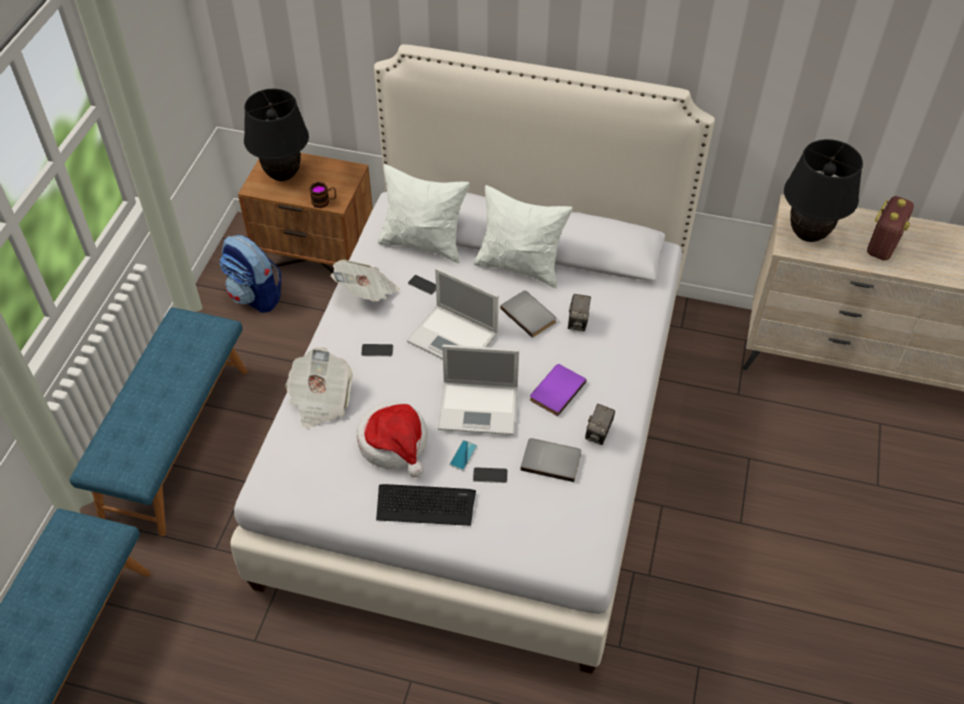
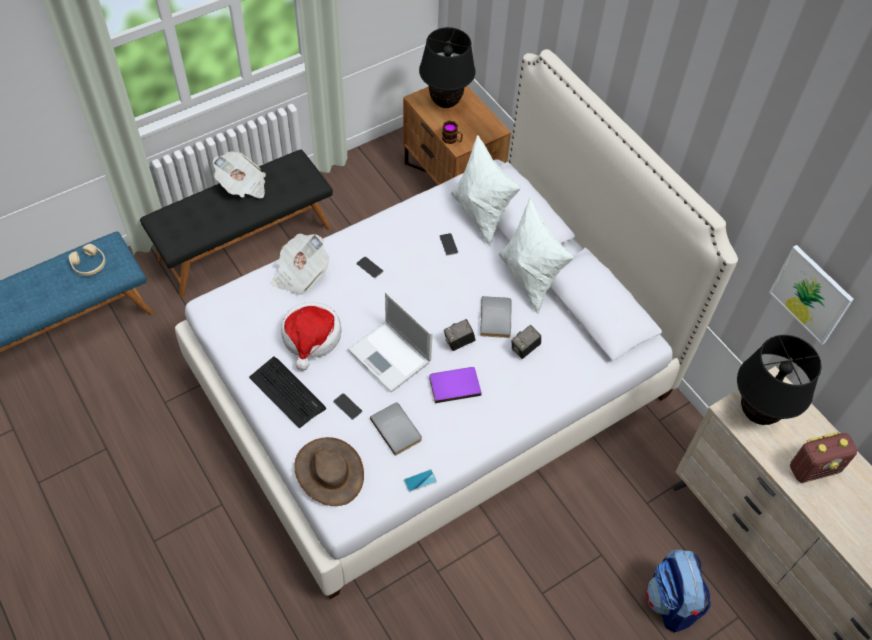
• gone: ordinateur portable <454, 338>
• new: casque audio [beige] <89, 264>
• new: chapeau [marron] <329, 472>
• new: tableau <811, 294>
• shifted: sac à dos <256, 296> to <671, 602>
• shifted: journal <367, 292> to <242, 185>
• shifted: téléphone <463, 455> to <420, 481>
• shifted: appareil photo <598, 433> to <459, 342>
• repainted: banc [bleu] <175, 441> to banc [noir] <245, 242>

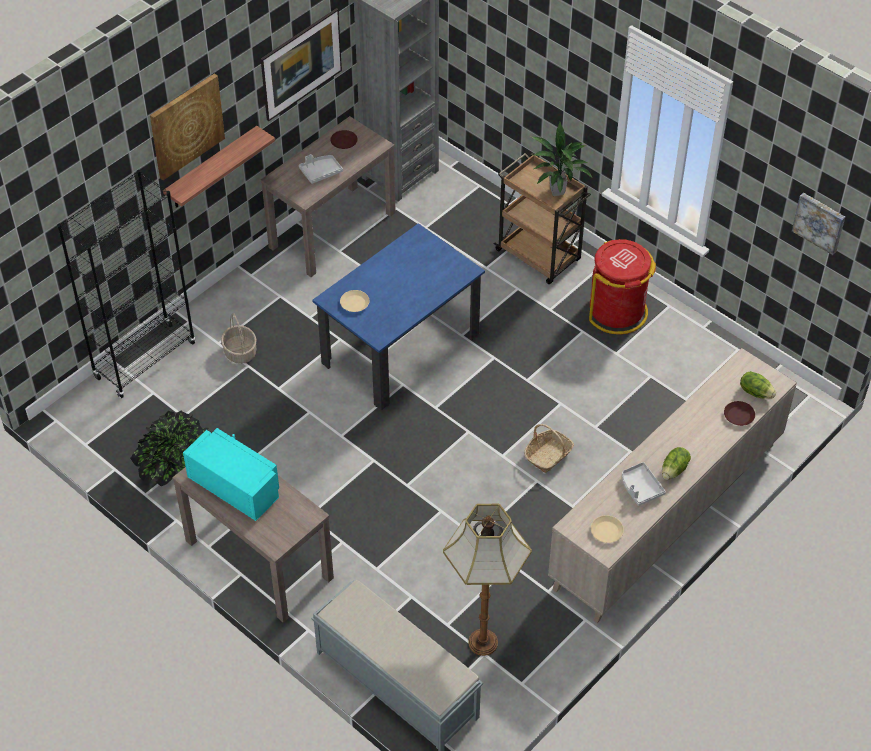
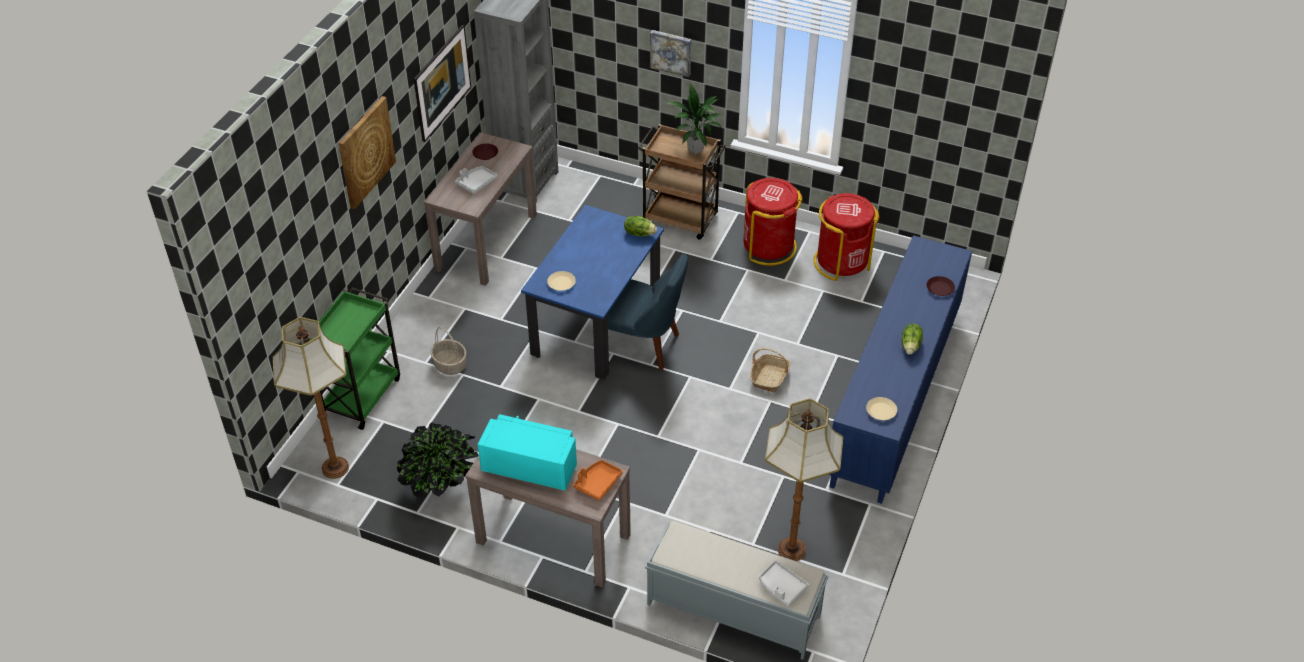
• gone: étagère <212, 169>
• new: lampadaire <334, 468>
• new: plateau [orange] <597, 483>
• new: chaise [bleu] <643, 346>
• new: poubelle [rouge] <841, 262>
• shifted: plateau [gris] <640, 488> to <781, 587>
• shifted: laitue <755, 392> to <639, 233>
• shifted: tableau <819, 222> to <671, 52>
• swapped: bibliothèque [noir] <145, 360> to chariot [vert] <362, 395>
• repainted: meuble de rangement [beige] <667, 515> to meuble de rangement [bleu] <894, 398>

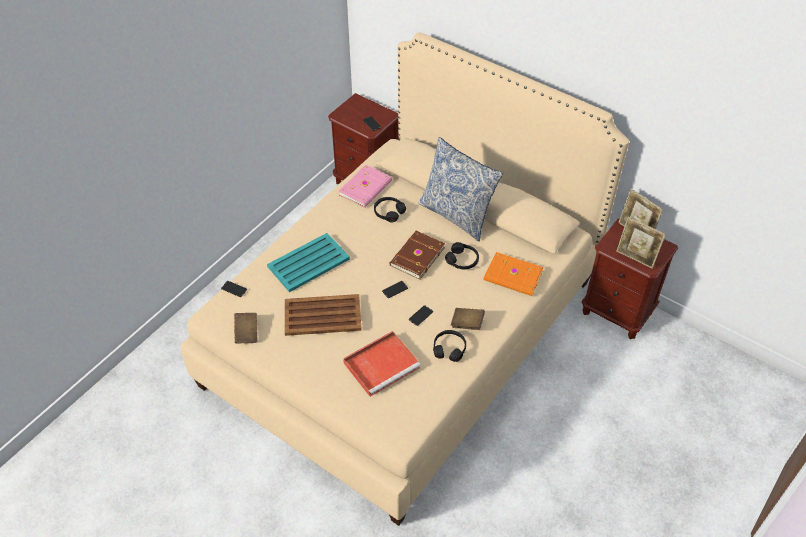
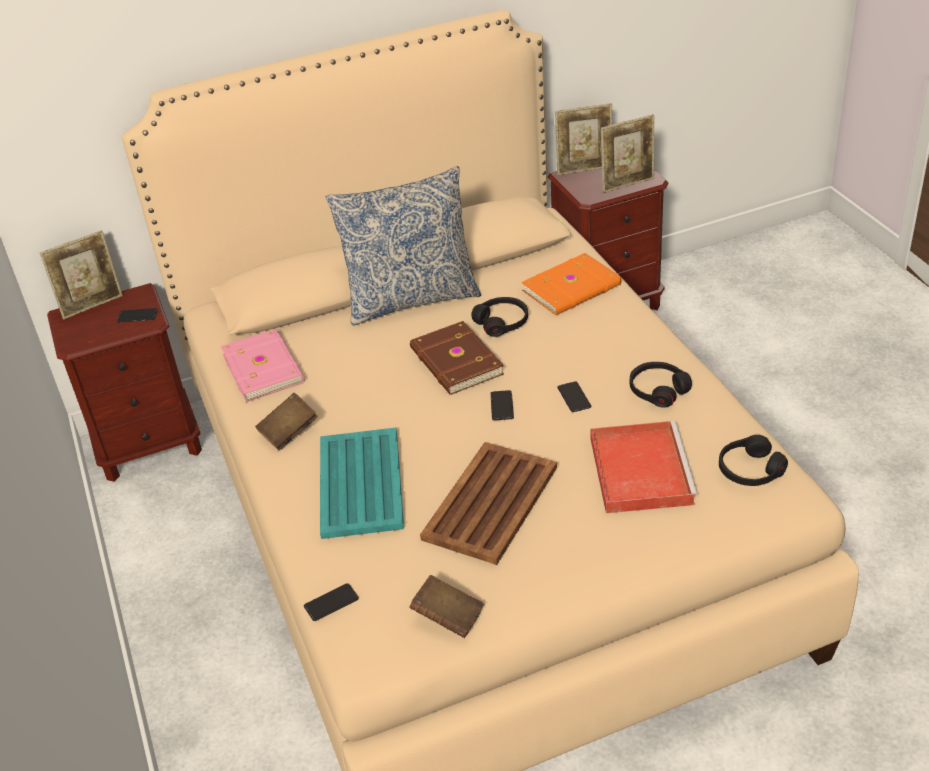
• new: cadre photo <92, 306>
• shifted: casque audio [noir] <389, 212> to <749, 470>
• shifted: livre [marron] <467, 323> to <289, 432>

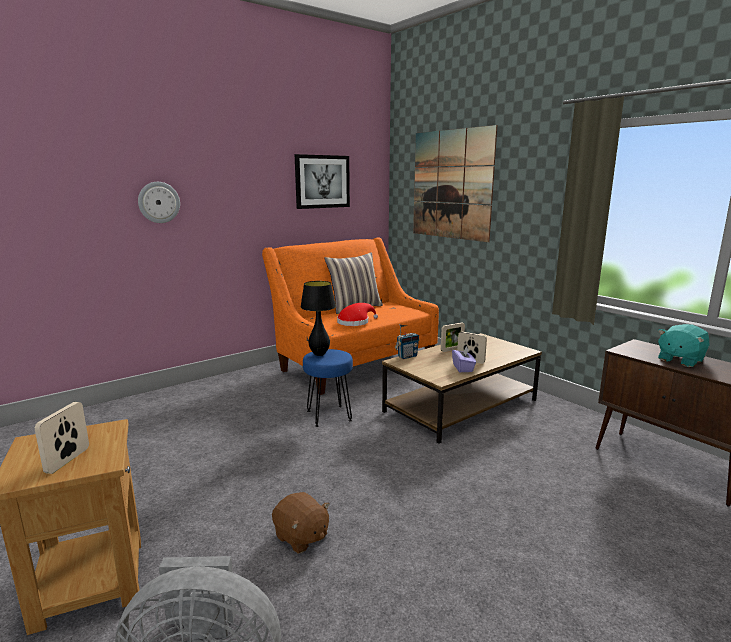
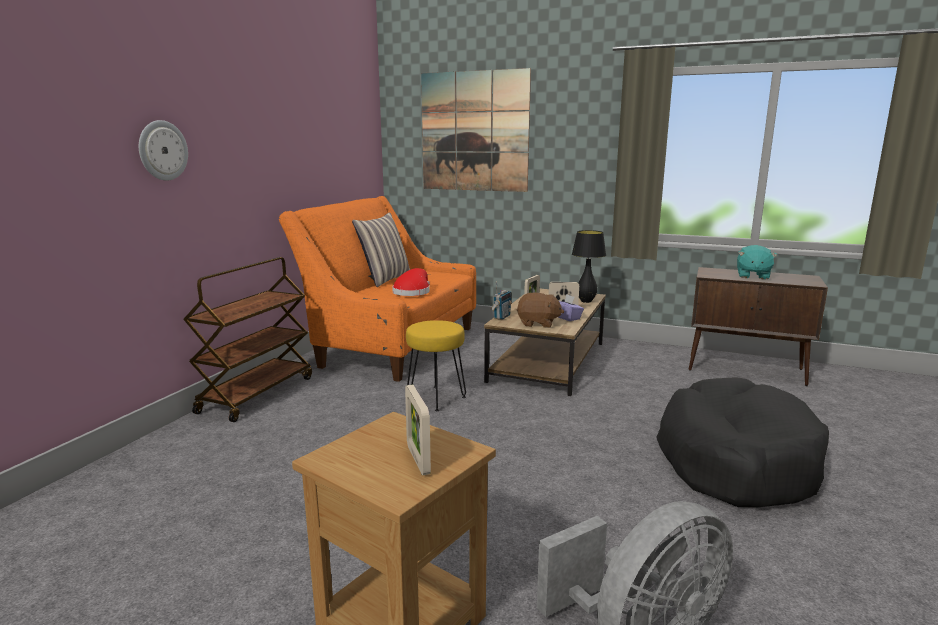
• gone: tableau <322, 181>
• new: chariot [marron] <257, 394>
• new: panier pour chien [noir] <735, 460>
• shifted: peluche [marron] <301, 537> to <538, 323>
• shifted: lampe de table [noir] <319, 354> to <586, 301>
• repainted: tabouret [bleu] <329, 415> to tabouret [jaune] <436, 398>

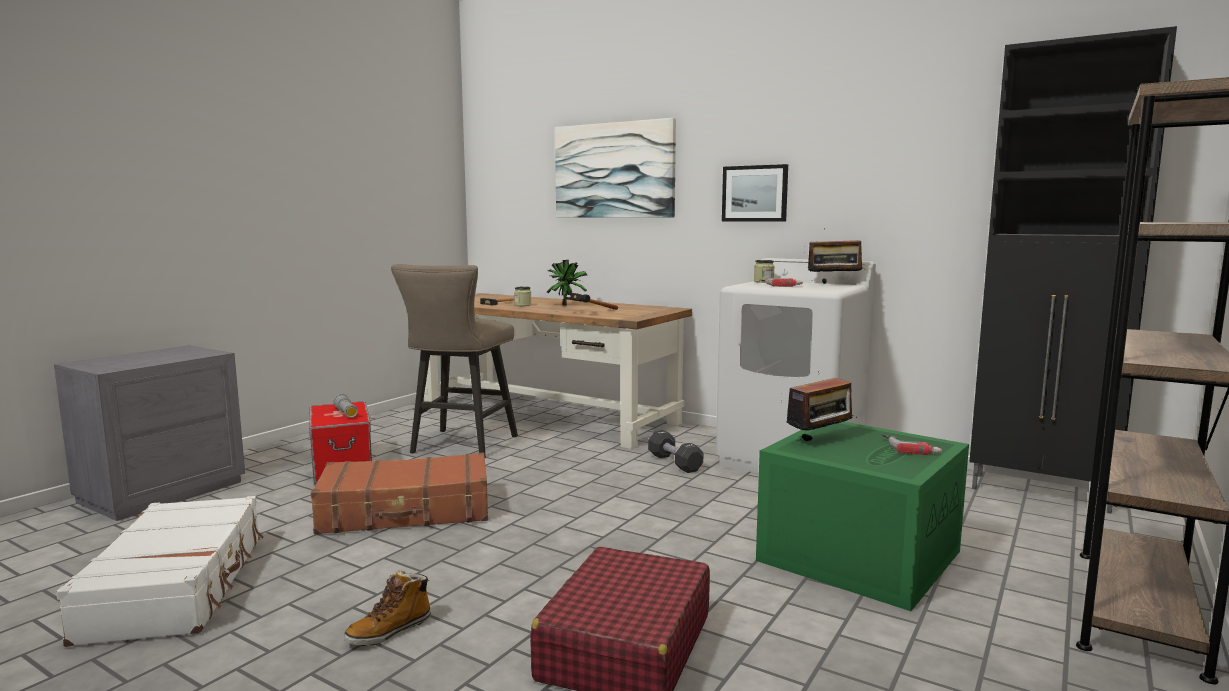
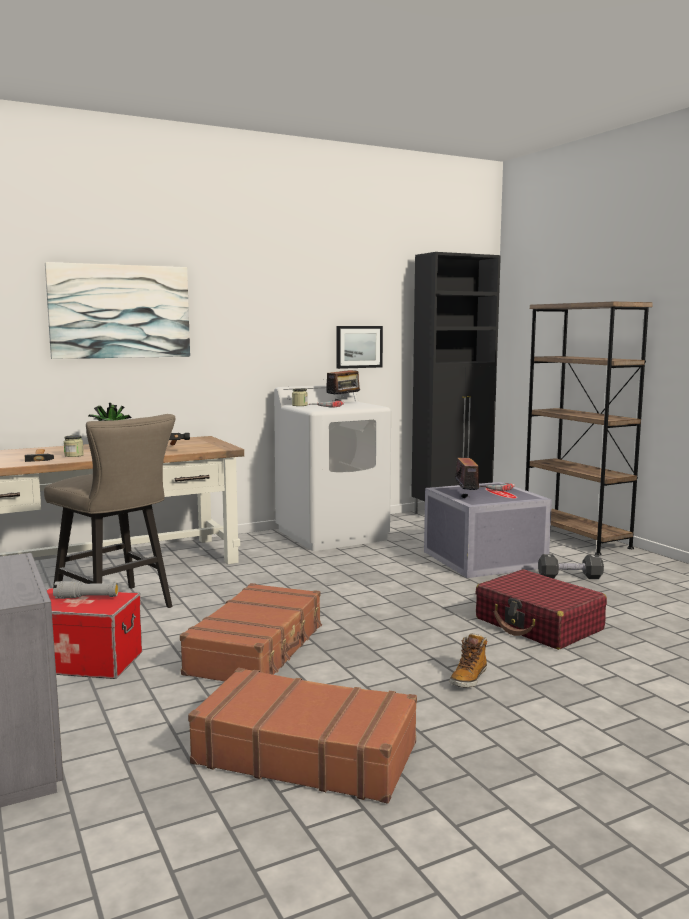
• shifted: haltère [noir] <674, 463> to <570, 577>
• shifted: tableau <755, 193> to <359, 347>
• repainted: valise [blanc] <178, 586> to valise [marron] <305, 753>
• repainted: boîte de rangement [vert] <857, 554> to boîte de rangement [gris] <482, 559>
• rotated: botte <389, 631> = <468, 678> 45 degrees clockwise

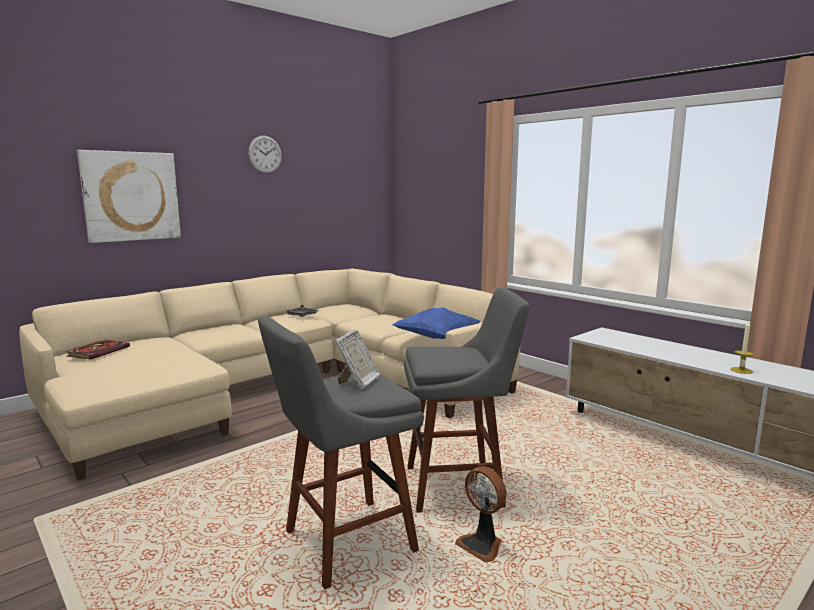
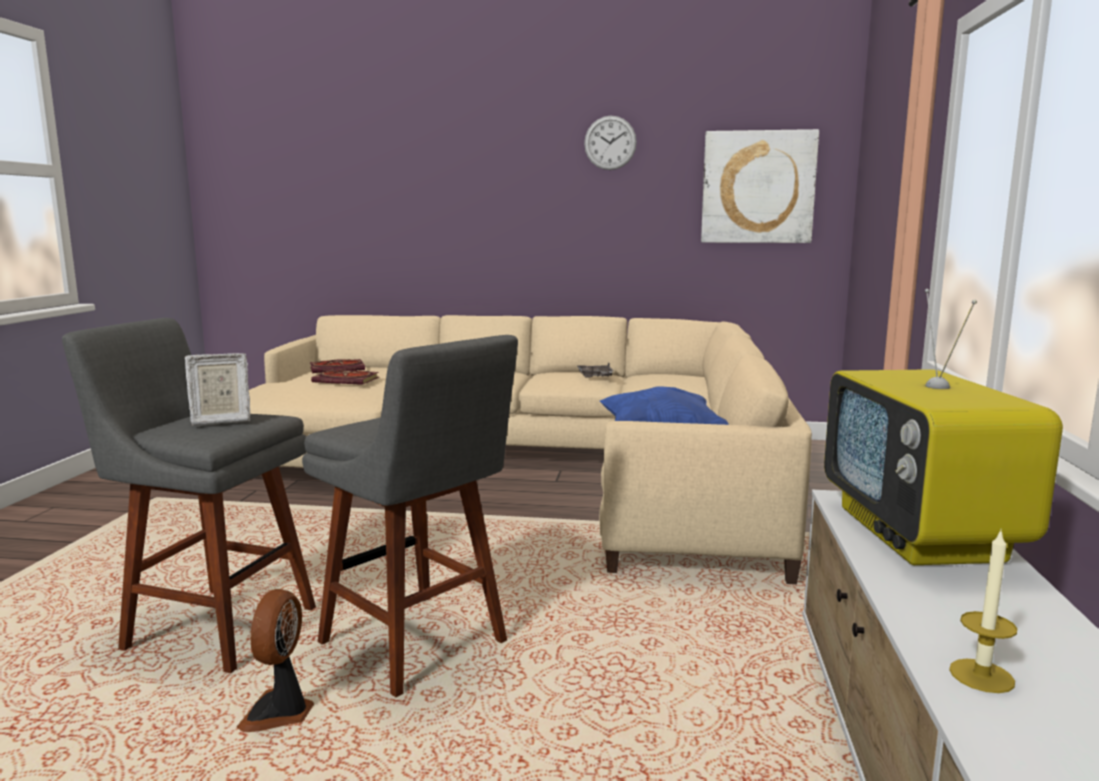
• new: livre <348, 380>
• new: téléviseur <921, 534>
• shifted: tableau <131, 196> to <758, 187>

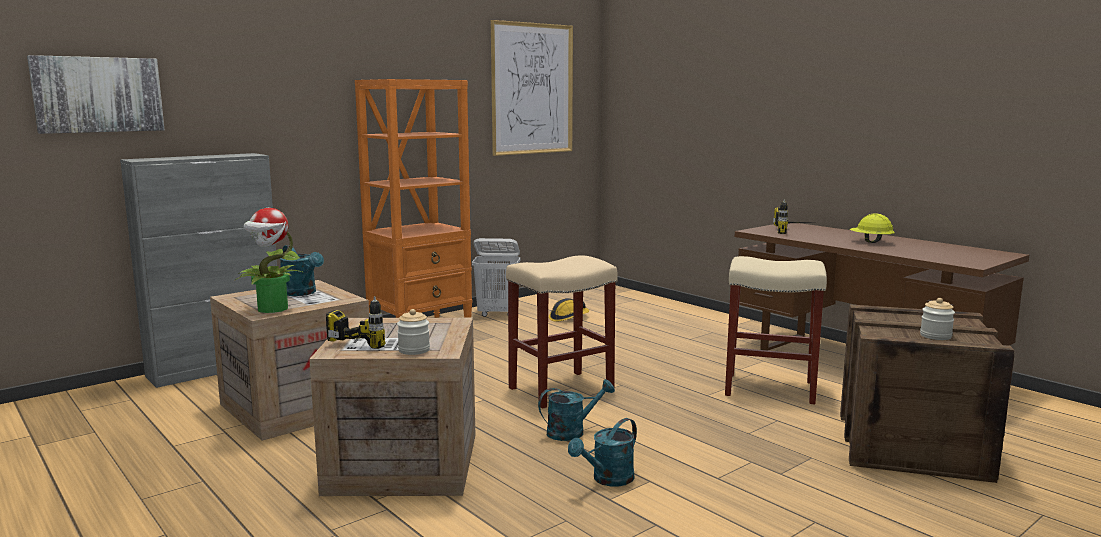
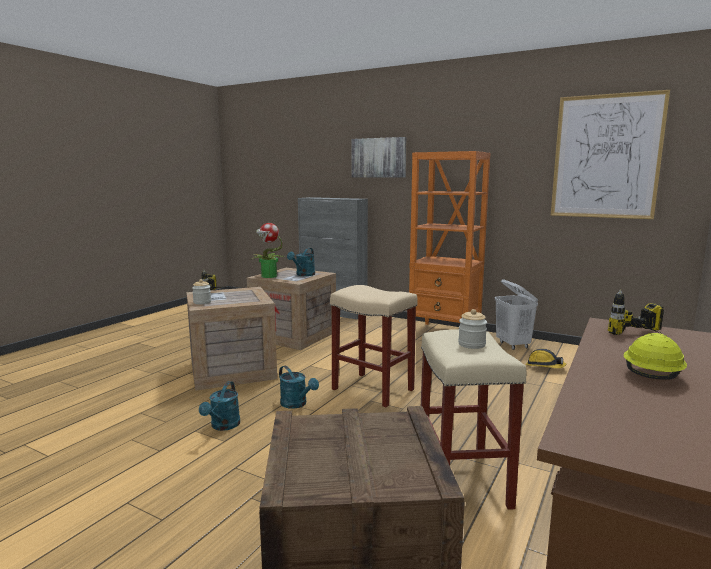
• shifted: tableau <98, 94> to <379, 157>
• shifted: bocal <935, 336> to <471, 344>
• rotated: arrosoir [turquoise] <608, 479> = <223, 426> 105 degrees counterclockwise

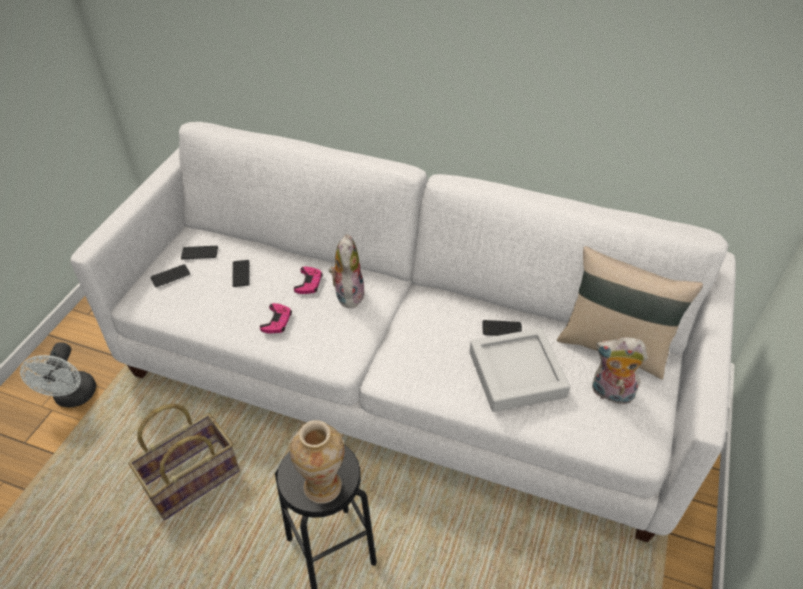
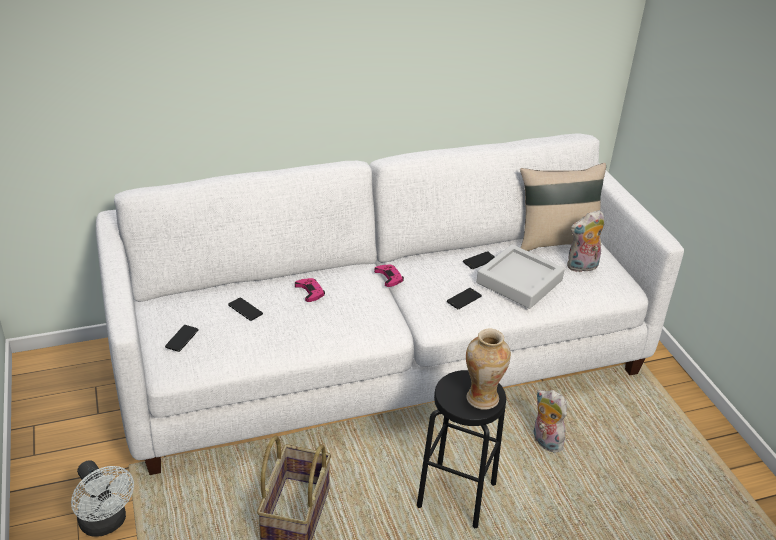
• shifted: téléphone <199, 253> to <464, 299>
• shifted: manette [rose] <277, 321> to <389, 277>
• shifted: peluche <348, 293> to <544, 442>

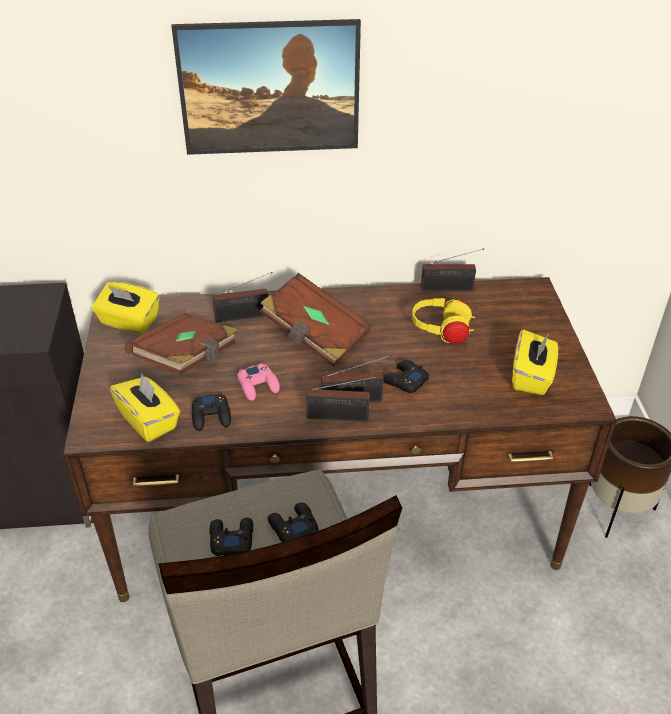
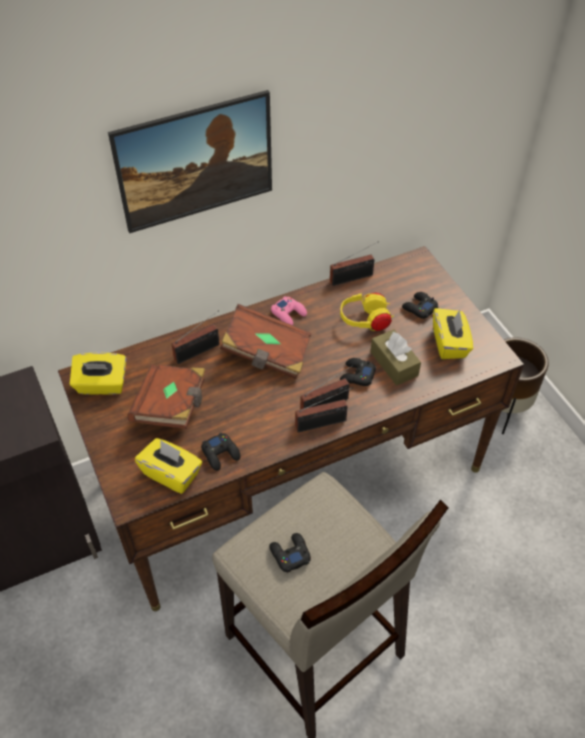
• new: boîte à mouchoirs [marron] <394, 364>
• shifted: manette [rose] <258, 386> to <289, 314>
• shifted: manette [noir] <292, 527> to <419, 308>

